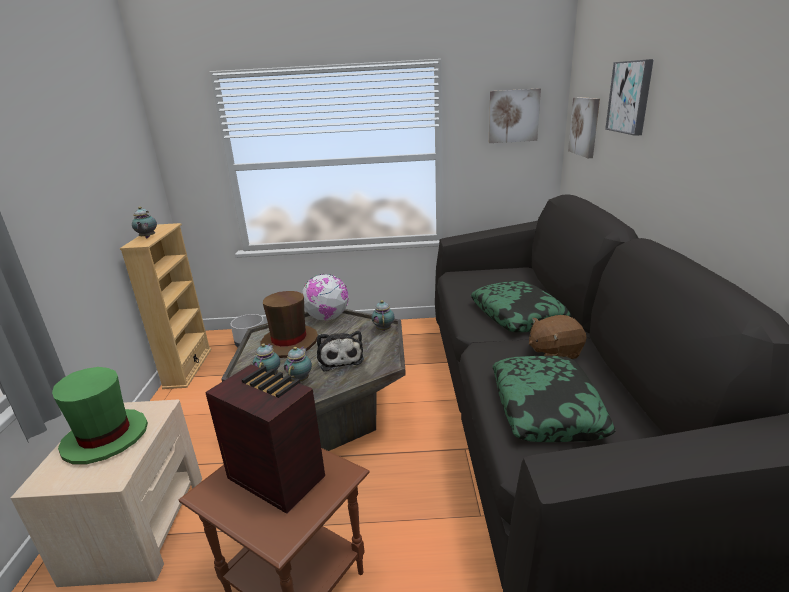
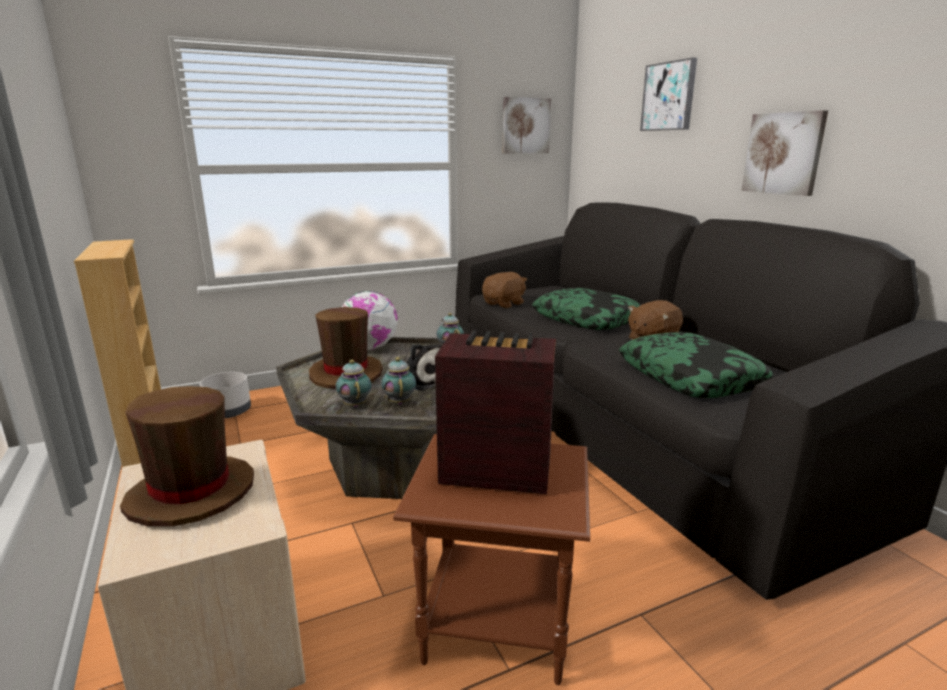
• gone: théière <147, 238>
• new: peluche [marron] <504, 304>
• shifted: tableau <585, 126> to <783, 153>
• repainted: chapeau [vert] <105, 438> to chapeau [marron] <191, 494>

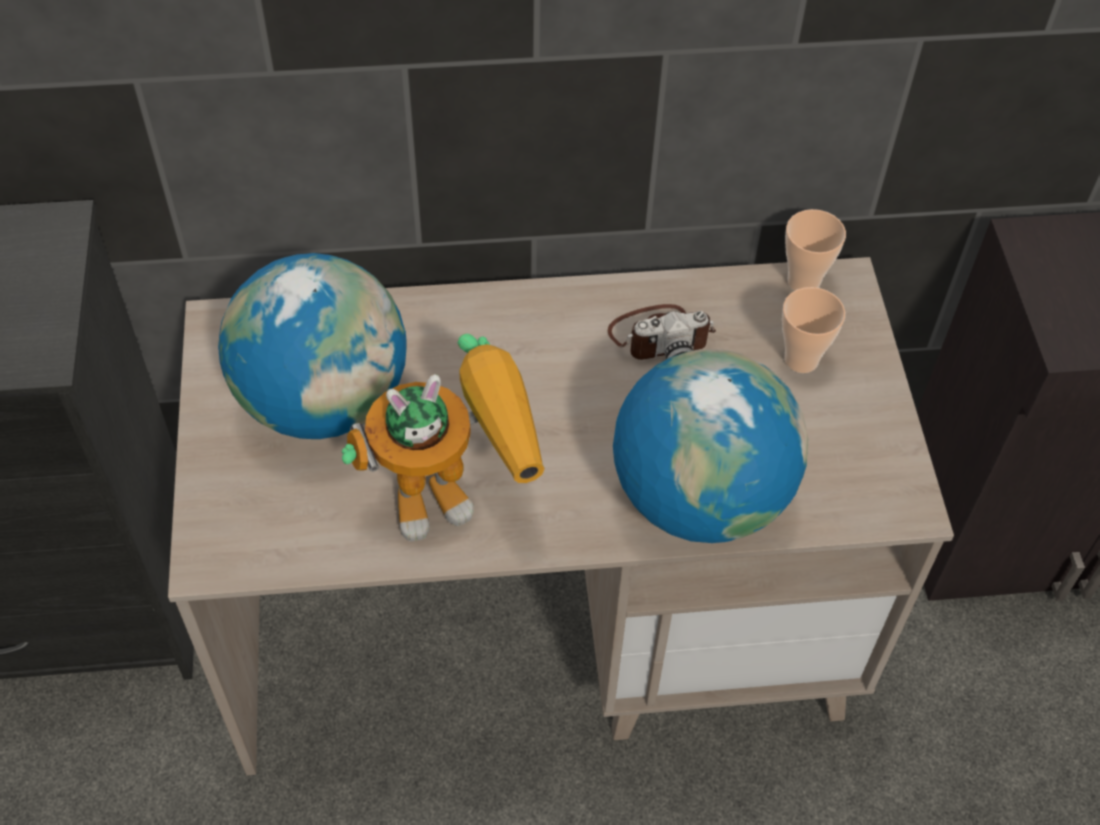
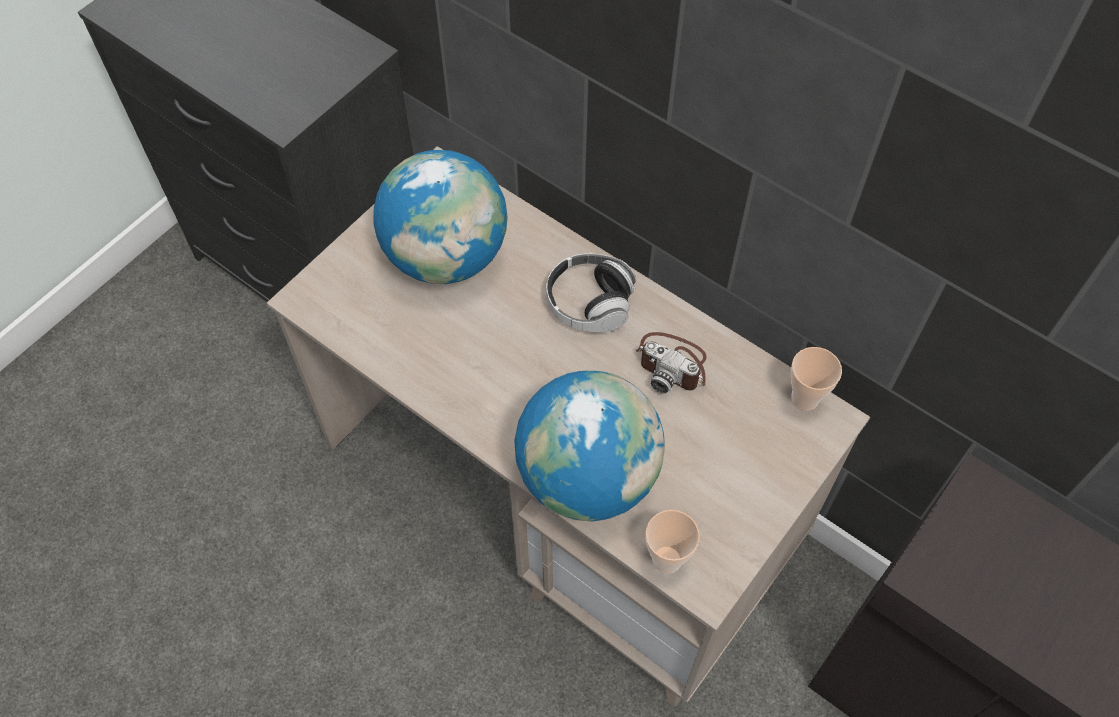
• gone: robot jouet <456, 489>
• new: casque audio <589, 304>
• shifted: tasse <801, 359> to <666, 559>

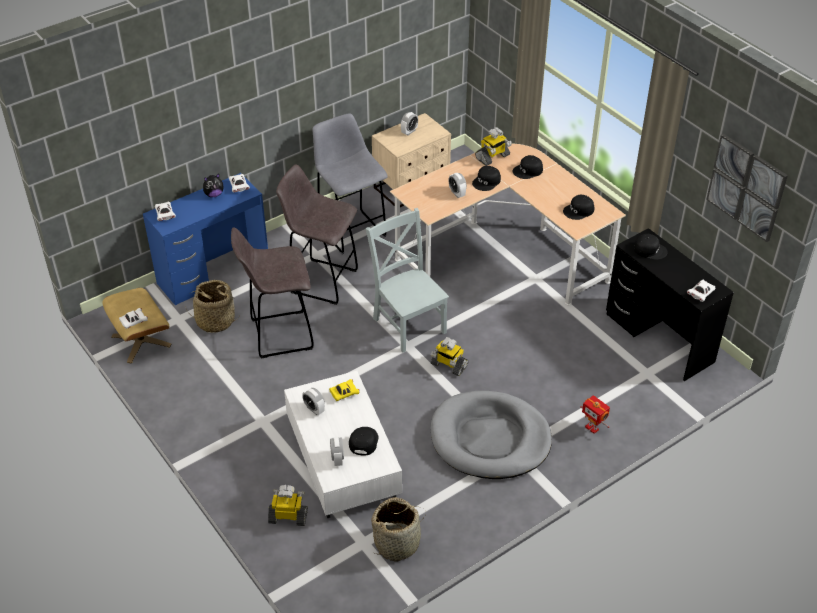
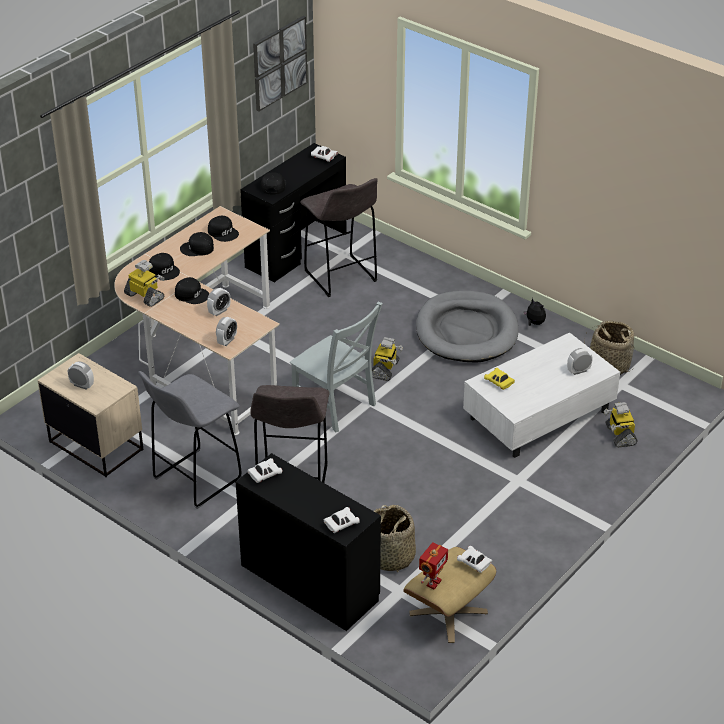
• shifted: peluche <214, 194> to <534, 323>
• shifted: tabouret [gris] <279, 334> to <341, 277>
• shifted: réveil <314, 409> to <227, 341>
• shifted: casquette [noir] <363, 441> to <197, 248>
• shifted: robot jouet <592, 428> to <432, 582>
• repainted: bureau [bleu] <213, 273> to bureau [noir] <309, 582>
• rotated: chaise [gris] <408, 323> = <336, 406> 90 degrees counterclockwise

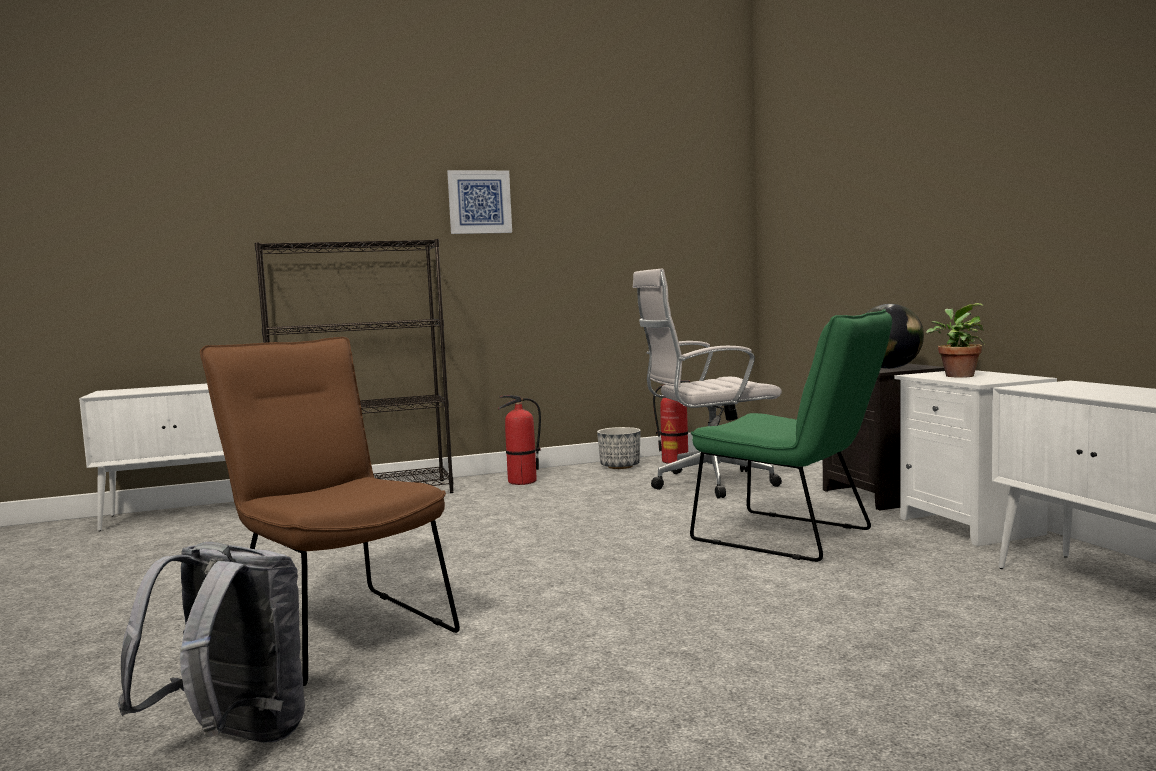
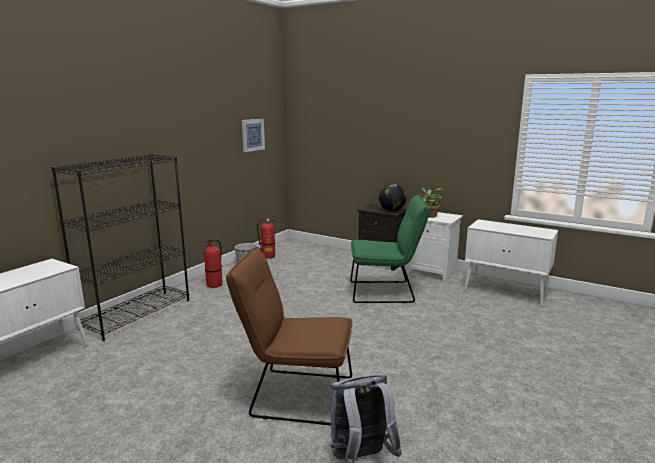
• gone: chaise de bureau [blanc] <707, 483>
• shifted: tableau <479, 202> to <252, 135>

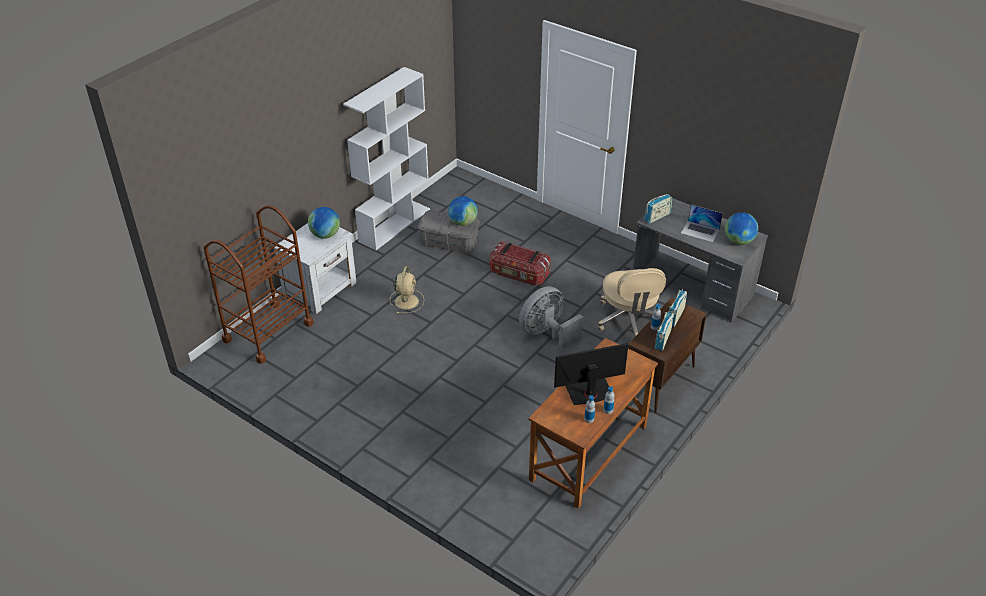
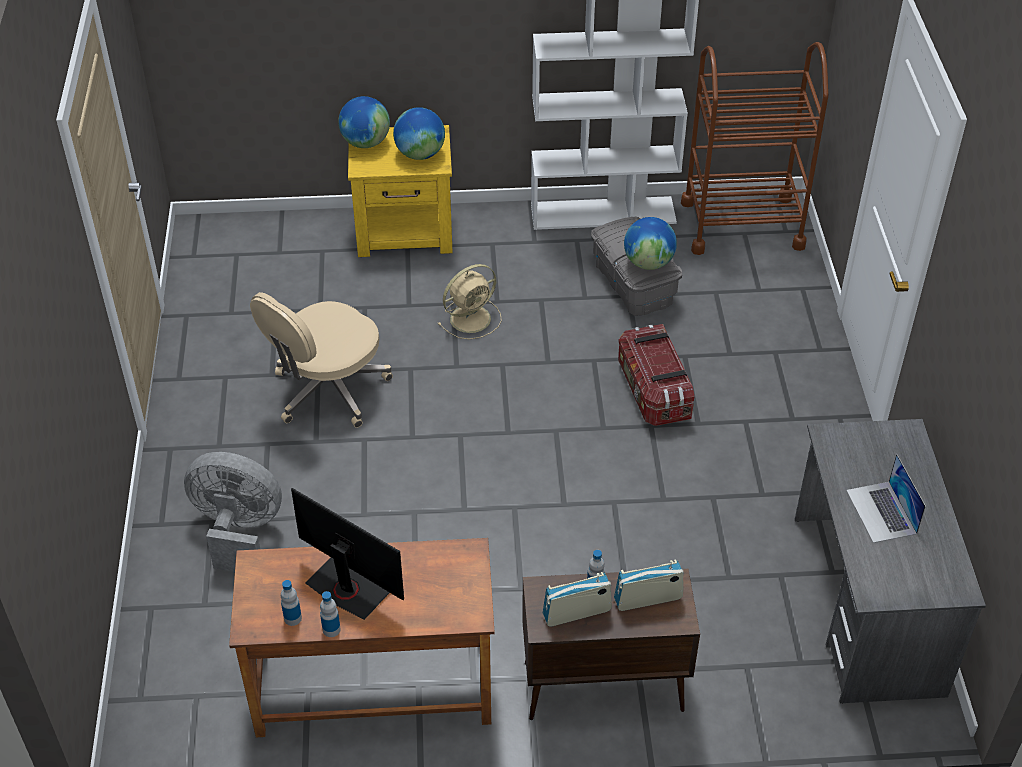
• gone: radio <657, 217>
• shifted: chariot [marron] <268, 332> to <742, 224>
• shifted: ventilateur [gris] <547, 333> to <238, 532>
• shifted: chaise de bureau [beige] <628, 320> to <328, 390>
• shifted: globe <738, 241> to <365, 142>
• repainted: table de chevet [blanc] <321, 289> to table de chevet [jaune] <406, 231>

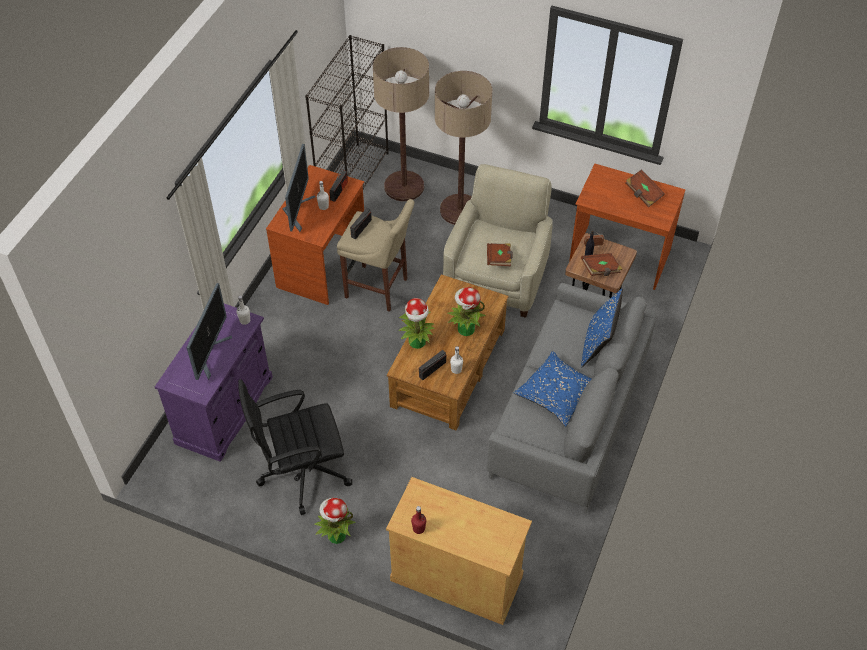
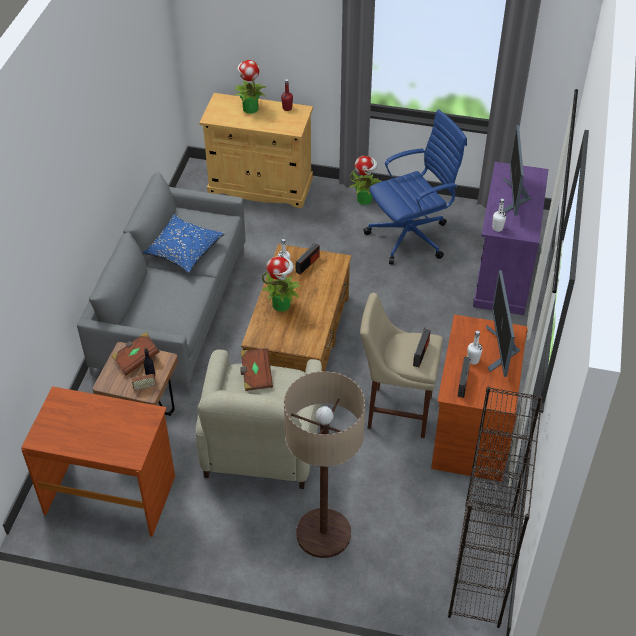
• gone: lampadaire <404, 186>
• gone: coussin [bleu] <598, 345>
• gone: livre [marron] <643, 194>
• shifted: plante en pot <417, 342> to <250, 108>
• repainted: chaise de bureau [noir] <301, 472> to chaise de bureau [bleu] <411, 236>

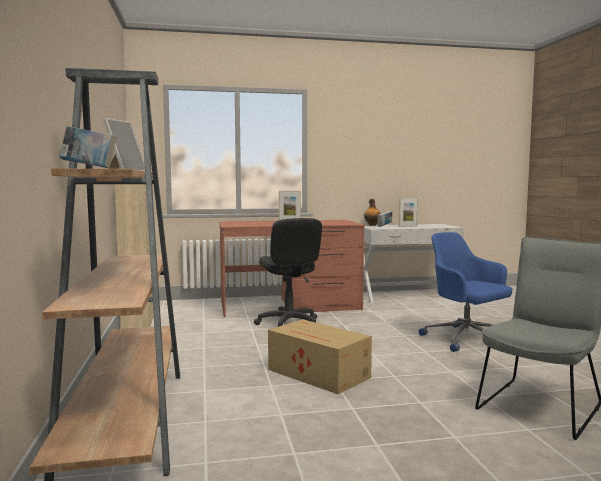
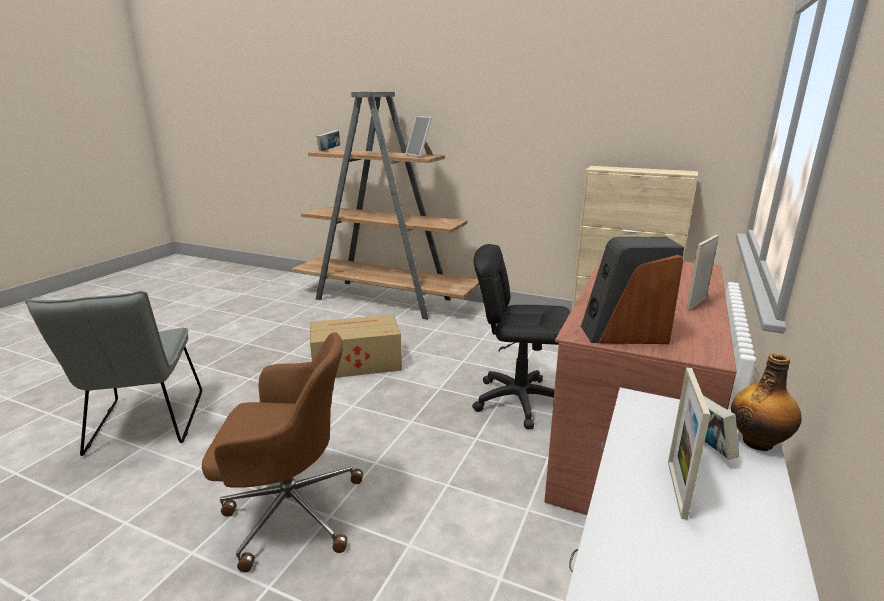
• new: enceinte <624, 334>
• repainted: chaise de bureau [bleu] <466, 339> to chaise de bureau [marron] <289, 510>

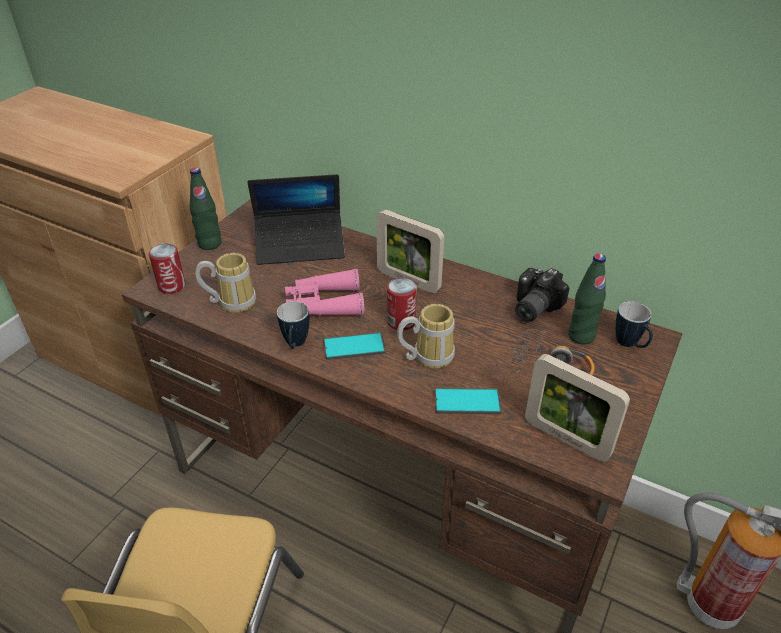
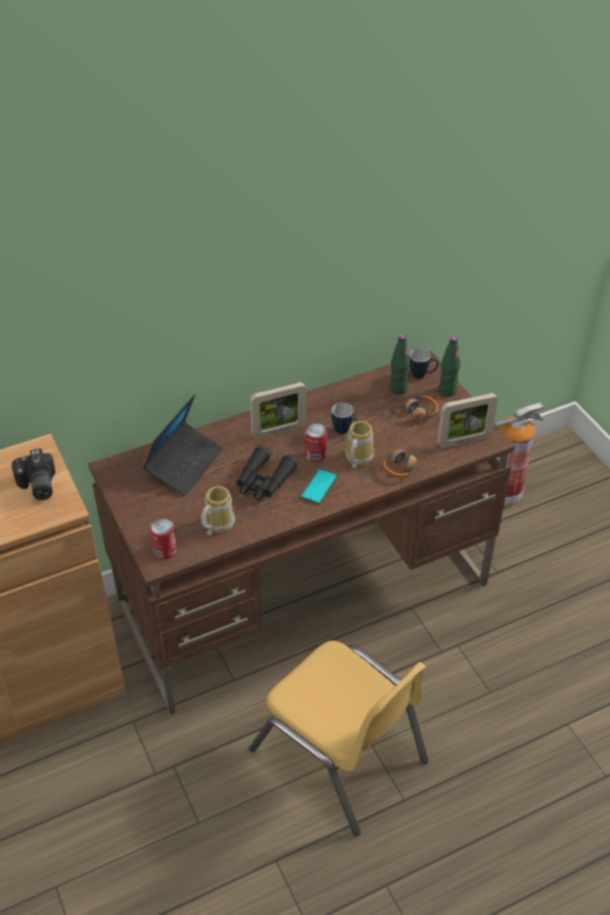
• shifted: bouteille [vert] <210, 244> to <447, 390>
• shifted: mug <295, 345> to <345, 432>
• shifted: appareil photo <531, 307> to <36, 486>
• swapped: téléphone <467, 402> to casque audio <407, 463>
• repainted: jumelles [rose] <324, 304> to jumelles [noir] <263, 481>

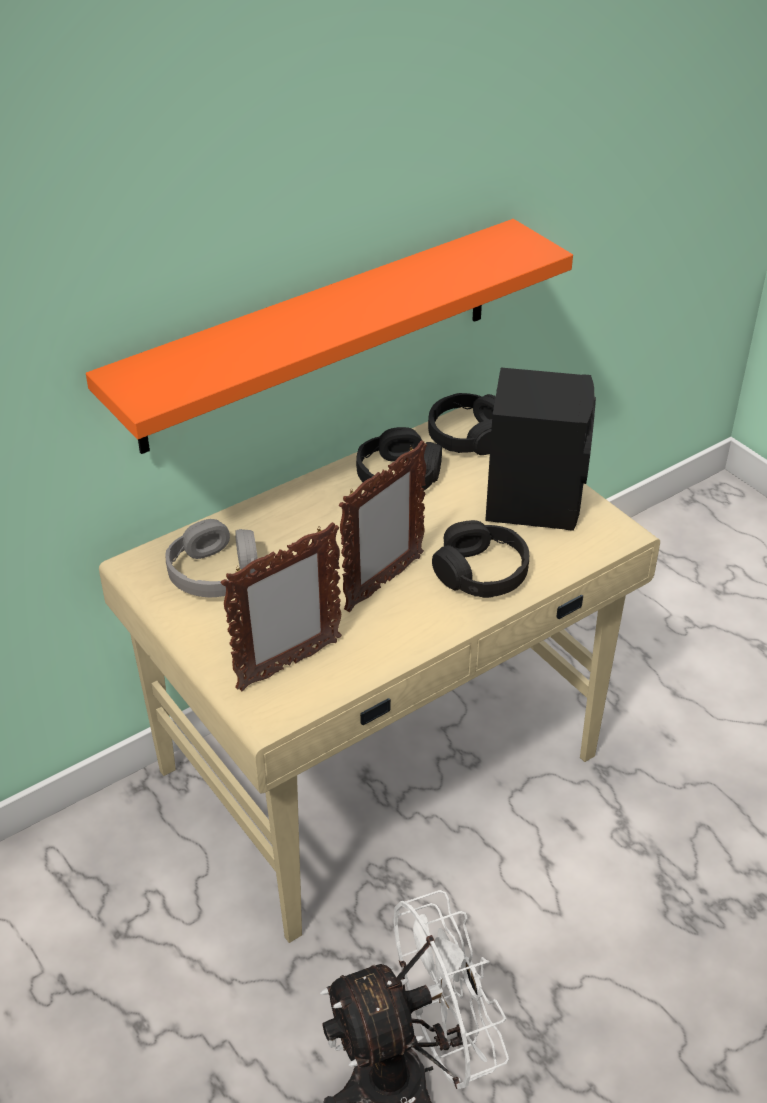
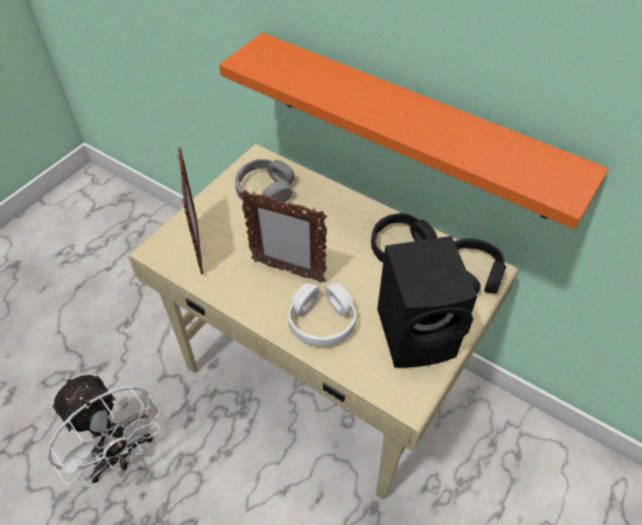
• repainted: casque audio [noir] <481, 572> to casque audio [blanc] <322, 321>
• rotated: cadre photo <288, 665> = <198, 247> 135 degrees counterclockwise

